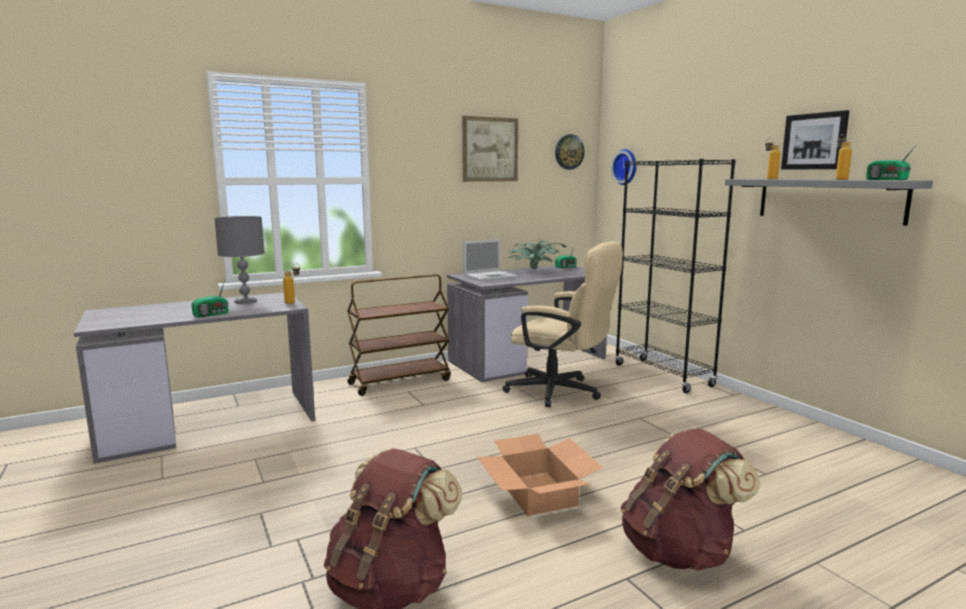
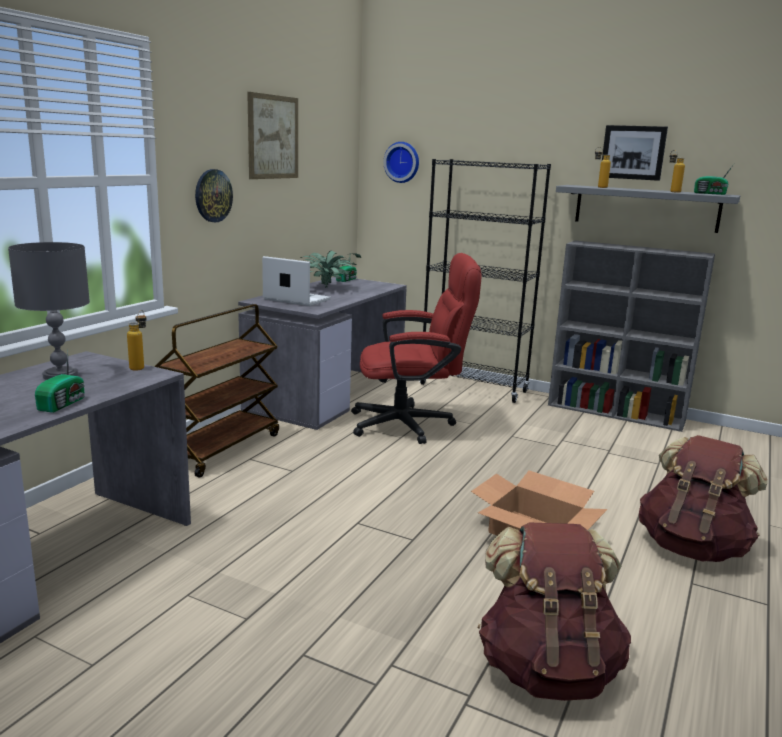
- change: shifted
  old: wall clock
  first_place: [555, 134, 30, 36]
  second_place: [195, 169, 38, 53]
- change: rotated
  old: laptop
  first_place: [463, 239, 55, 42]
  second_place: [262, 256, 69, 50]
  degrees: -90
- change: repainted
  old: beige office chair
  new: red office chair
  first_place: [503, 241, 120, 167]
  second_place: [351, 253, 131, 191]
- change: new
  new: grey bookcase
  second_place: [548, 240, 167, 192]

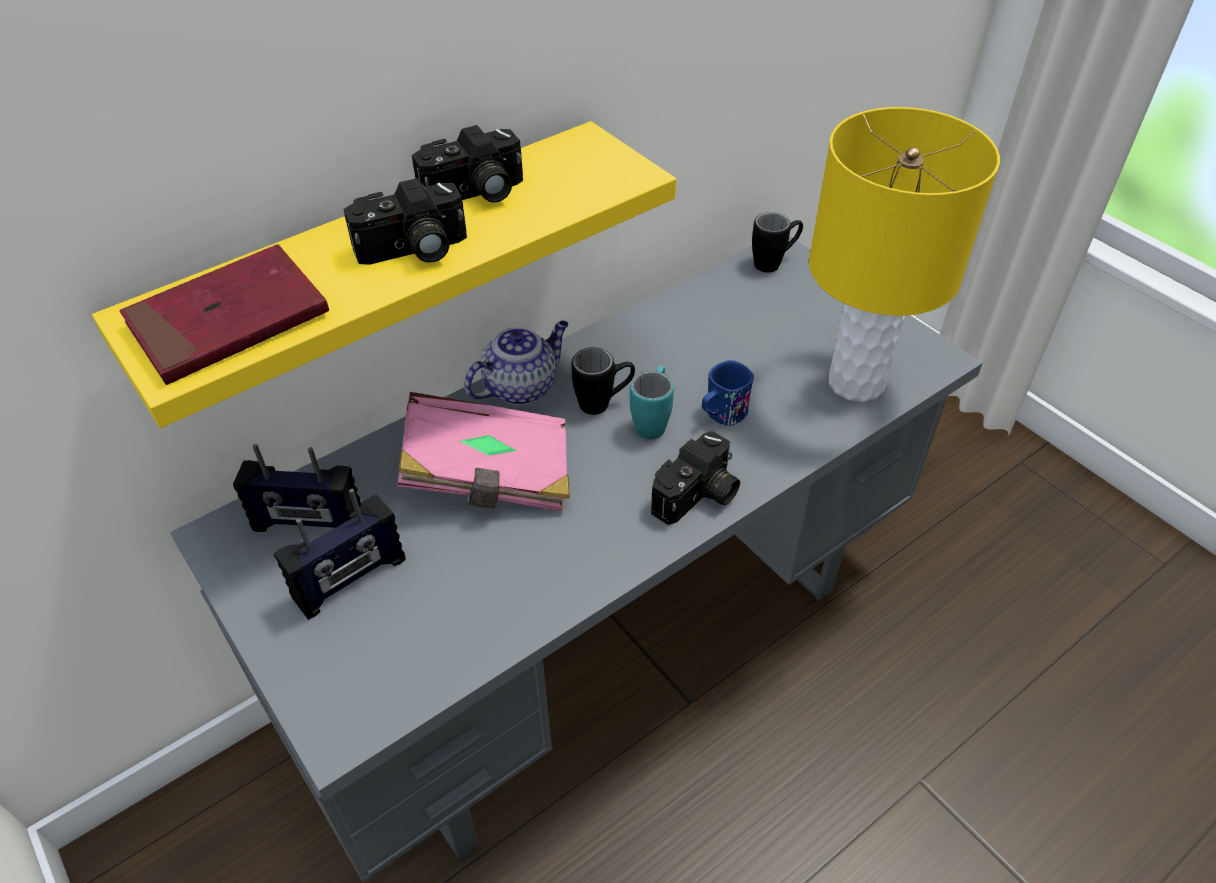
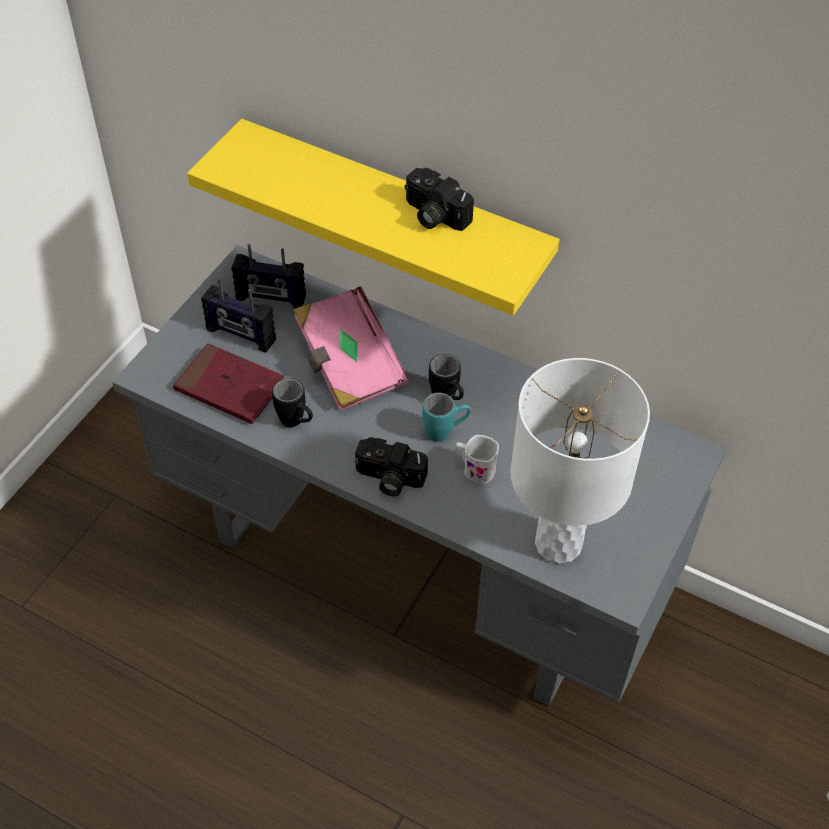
- change: repainted
  old: yellow table lamp
  new: white table lamp
  first_place: [809, 107, 191, 295]
  second_place: [510, 358, 140, 206]
- change: gone
  old: photo camera
  first_place: [344, 178, 123, 87]
- change: shifted
  old: black mug
  first_place: [752, 212, 51, 60]
  second_place: [272, 378, 41, 49]
- change: shifted
  old: red book
  first_place: [120, 244, 209, 141]
  second_place: [173, 343, 111, 81]
- change: gone
  old: teapot
  first_place: [465, 320, 104, 85]
- change: repainted
  old: blue mug
  new: white mug
  first_place: [702, 360, 52, 66]
  second_place: [455, 435, 44, 49]
- change: rotated
  old: radio
  first_place: [233, 444, 128, 88]
  second_place: [232, 244, 74, 64]
  degrees: -60

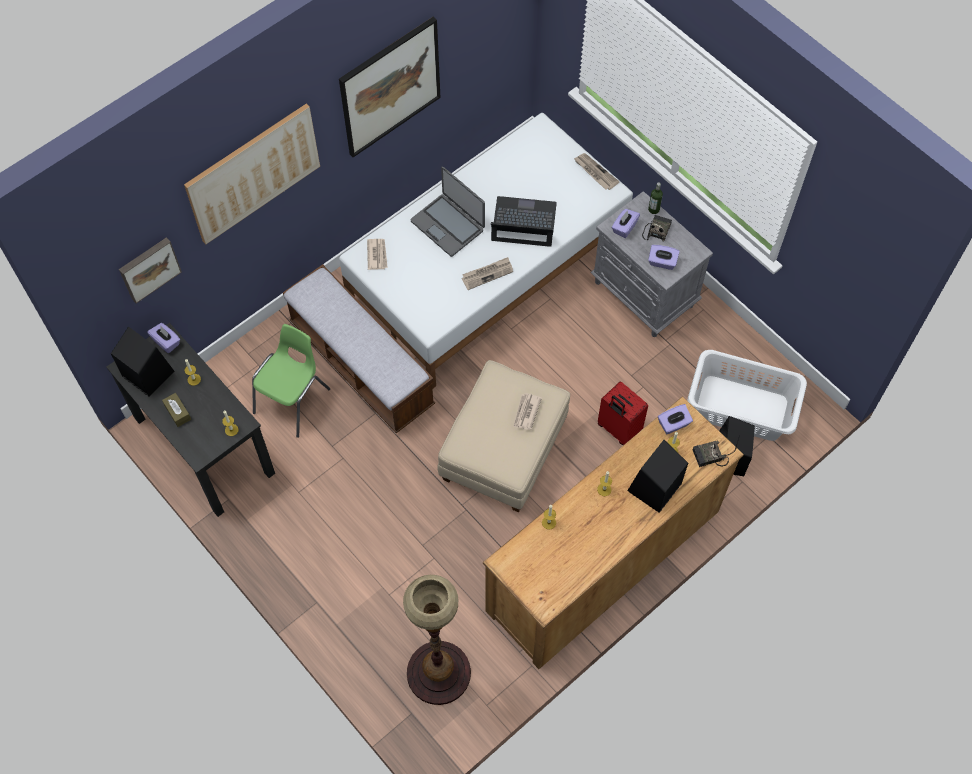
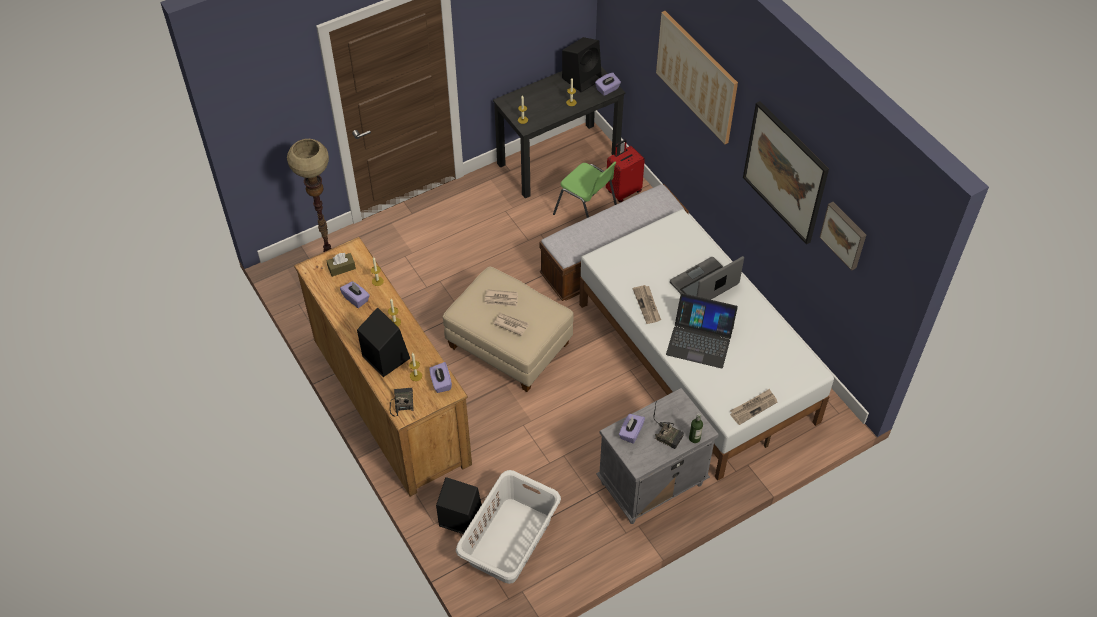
- change: rotated
  old: laptop
  first_place: [491, 196, 66, 51]
  second_place: [666, 293, 72, 75]
  degrees: 90
- change: shifted
  old: purple tissue box
  first_place: [612, 209, 28, 29]
  second_place: [340, 281, 30, 27]
- change: shifted
  old: picture
  first_place: [119, 237, 63, 66]
  second_place: [819, 202, 47, 69]
- change: shifted
  old: newspaper
  first_place: [367, 239, 21, 31]
  second_place: [484, 289, 34, 17]
- change: shifted
  old: red suitcase
  first_place: [598, 381, 50, 64]
  second_place: [606, 140, 39, 62]
- change: shifted
  old: brown tissue box
  first_place: [162, 393, 29, 34]
  second_place: [327, 253, 29, 24]

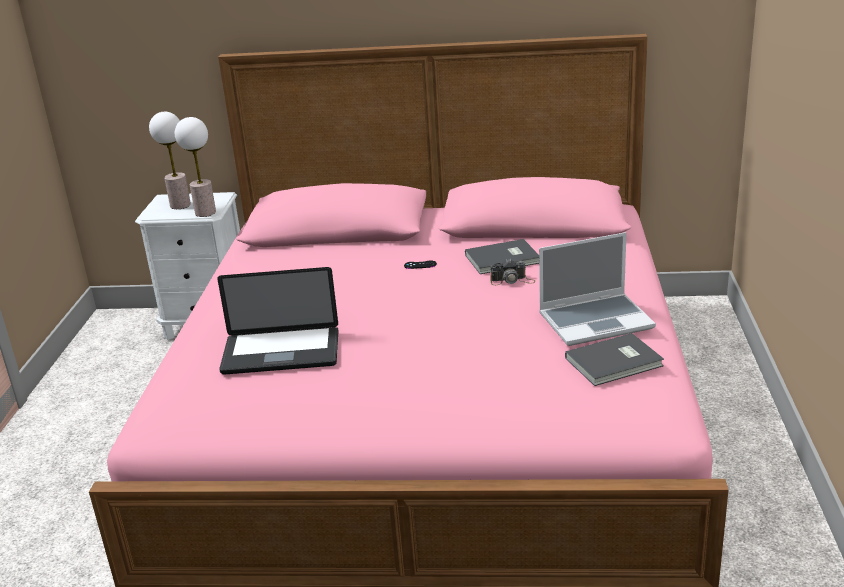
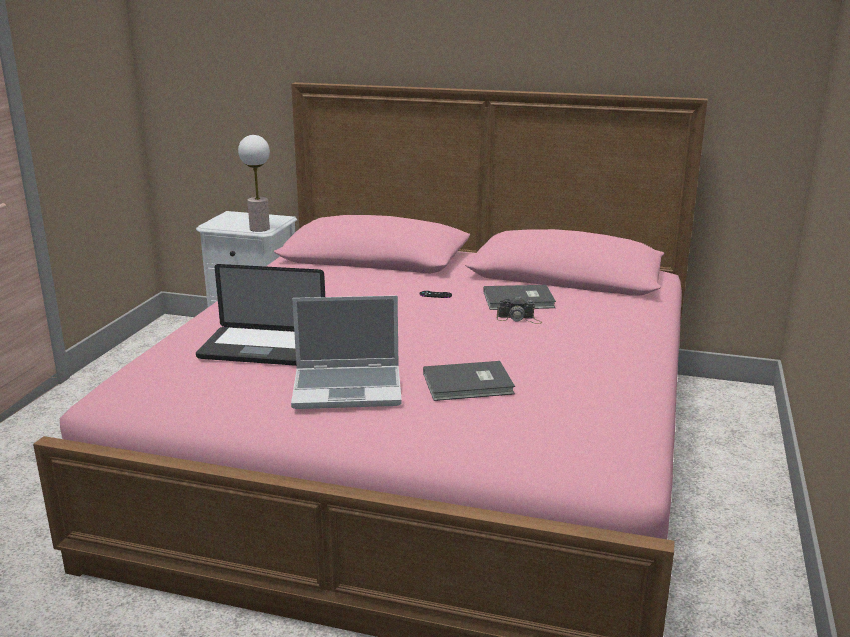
- change: gone
  old: table lamp
  first_place: [149, 112, 42, 97]
- change: shifted
  old: laptop
  first_place: [539, 232, 117, 114]
  second_place: [291, 295, 111, 114]
- change: shifted
  old: grey book
  first_place: [565, 333, 99, 53]
  second_place: [423, 361, 92, 40]

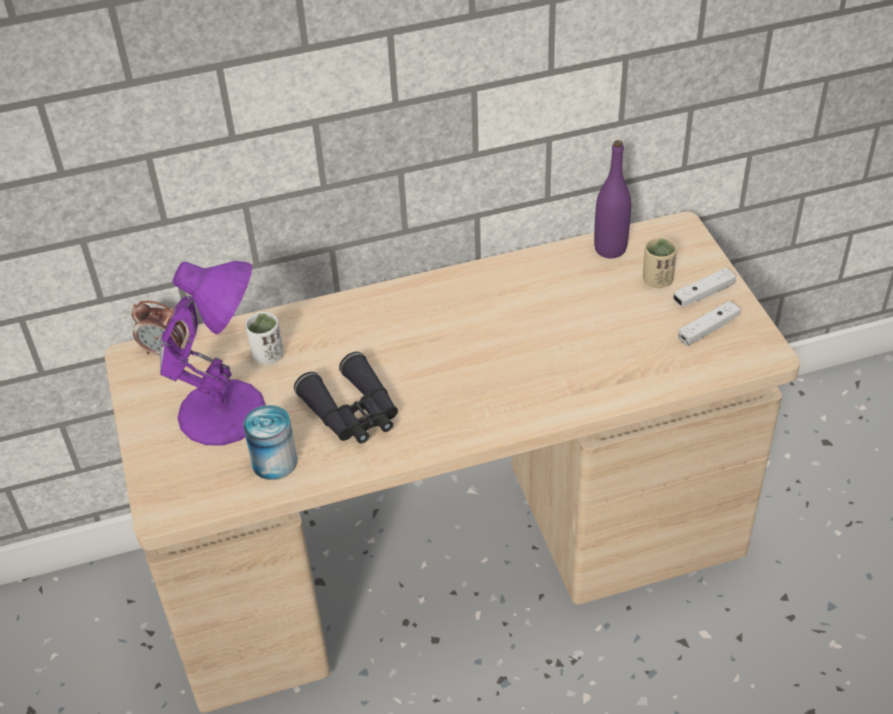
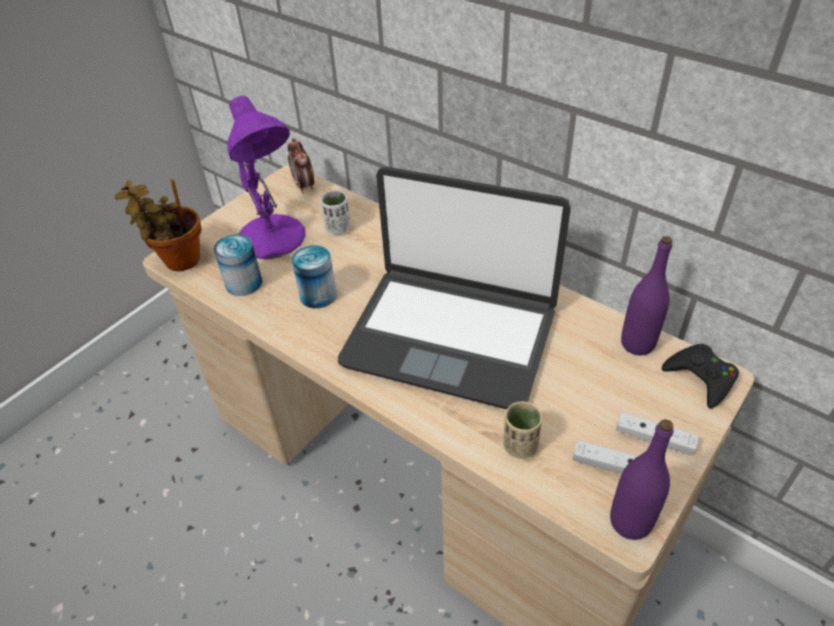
- change: shifted
  old: beige cup
  first_place: [643, 237, 34, 51]
  second_place: [503, 401, 39, 57]
- change: swapped
  old: black binoculars
  new: can
  first_place: [294, 352, 104, 92]
  second_place: [292, 245, 45, 63]
- change: new
  new: laptop
  second_place: [338, 167, 233, 242]
- change: new
  new: potted plant
  second_place: [115, 179, 87, 92]
- change: new
  new: black game controller
  second_place: [662, 344, 77, 65]
- change: new
  new: purple bottle
  second_place: [610, 419, 64, 121]

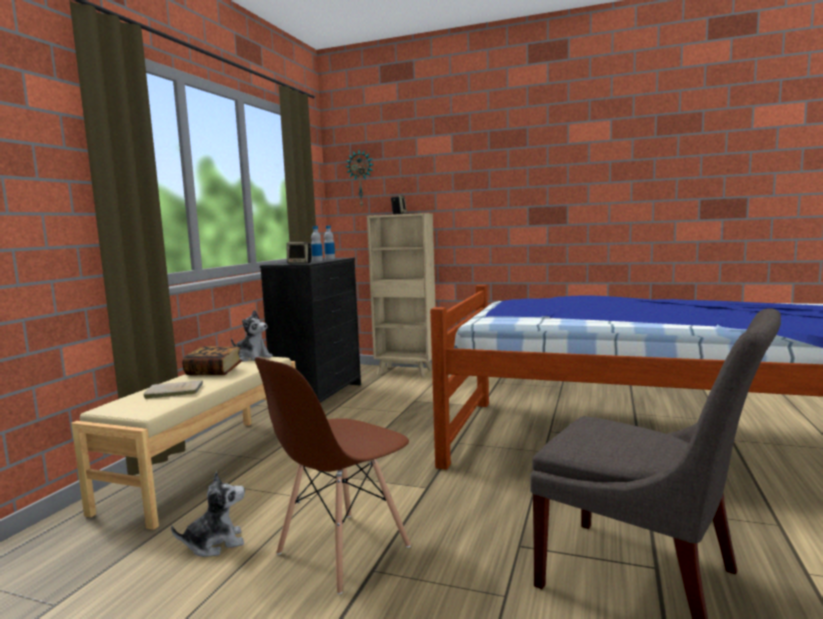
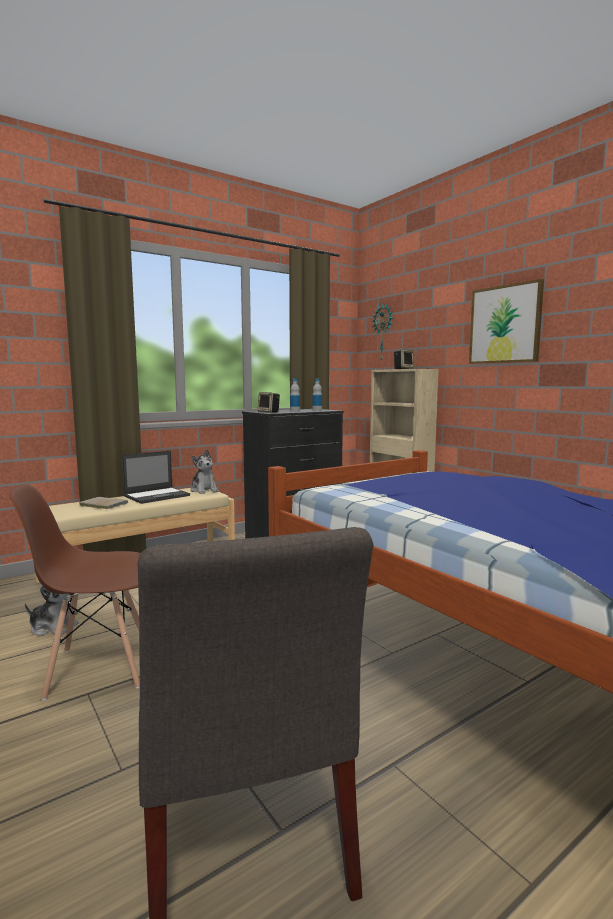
- change: swapped
  old: book
  new: laptop
  first_place: [182, 346, 61, 30]
  second_place: [122, 450, 68, 54]
- change: new
  new: picture
  second_place: [469, 279, 75, 85]

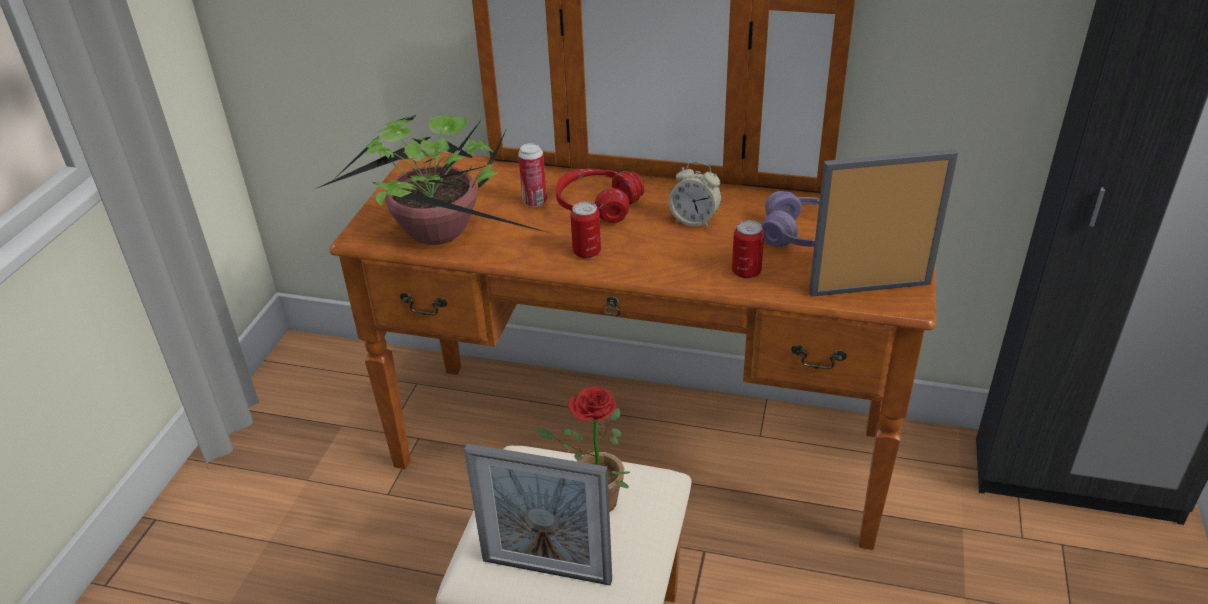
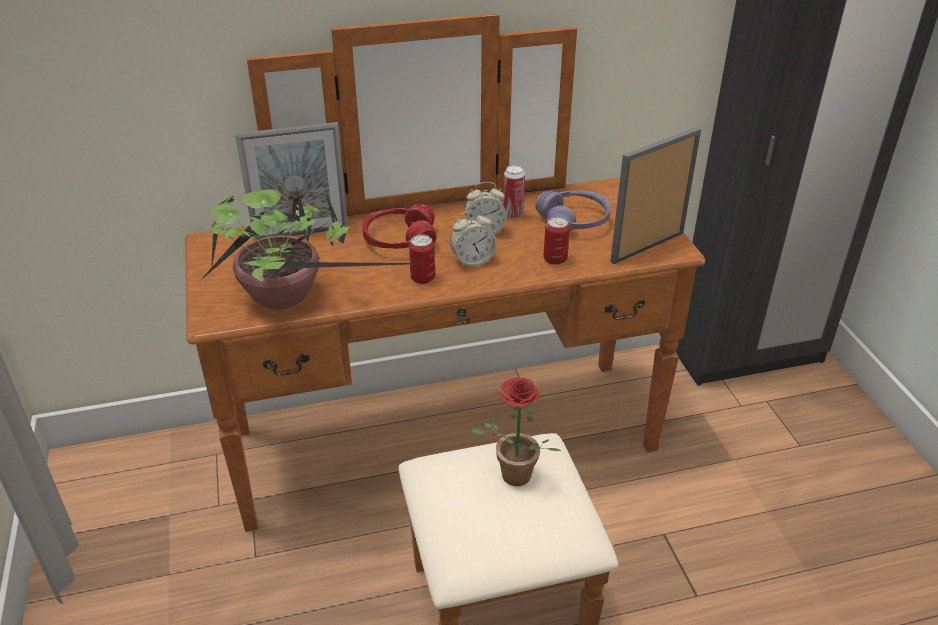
- change: shifted
  old: can
  first_place: [518, 143, 29, 64]
  second_place: [503, 165, 22, 54]
- change: shifted
  old: picture frame
  first_place: [464, 444, 148, 142]
  second_place: [235, 122, 113, 119]
- change: new
  new: alarm clock
  second_place: [450, 210, 47, 58]

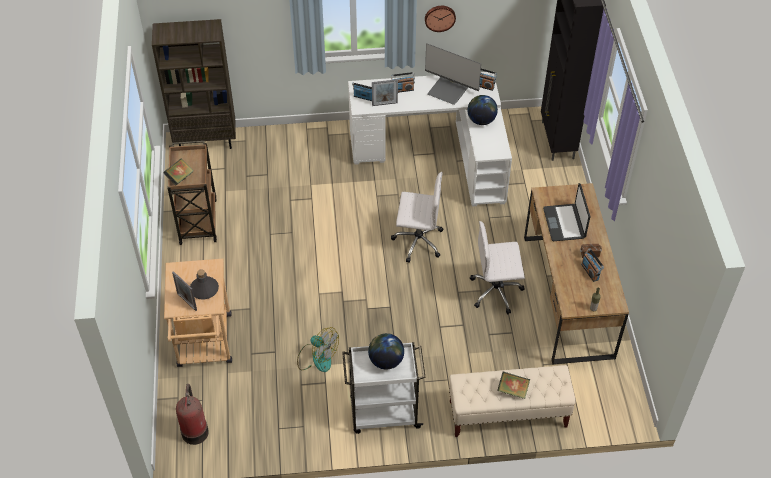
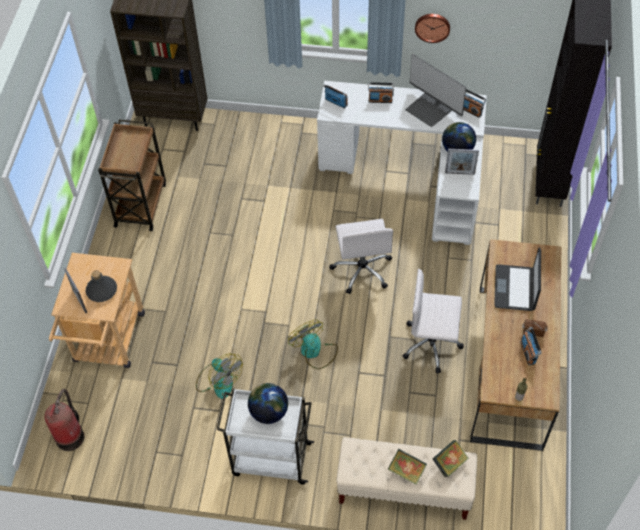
- change: shifted
  old: picture frame
  first_place: [372, 79, 26, 27]
  second_place: [445, 149, 34, 26]
- change: shifted
  old: book
  first_place: [164, 158, 30, 27]
  second_place: [433, 440, 36, 37]
- change: rotated
  old: white office chair
  first_place: [391, 172, 52, 91]
  second_place: [329, 219, 64, 75]
  degrees: 60
- change: new
  new: fan
  second_place: [288, 320, 50, 49]

